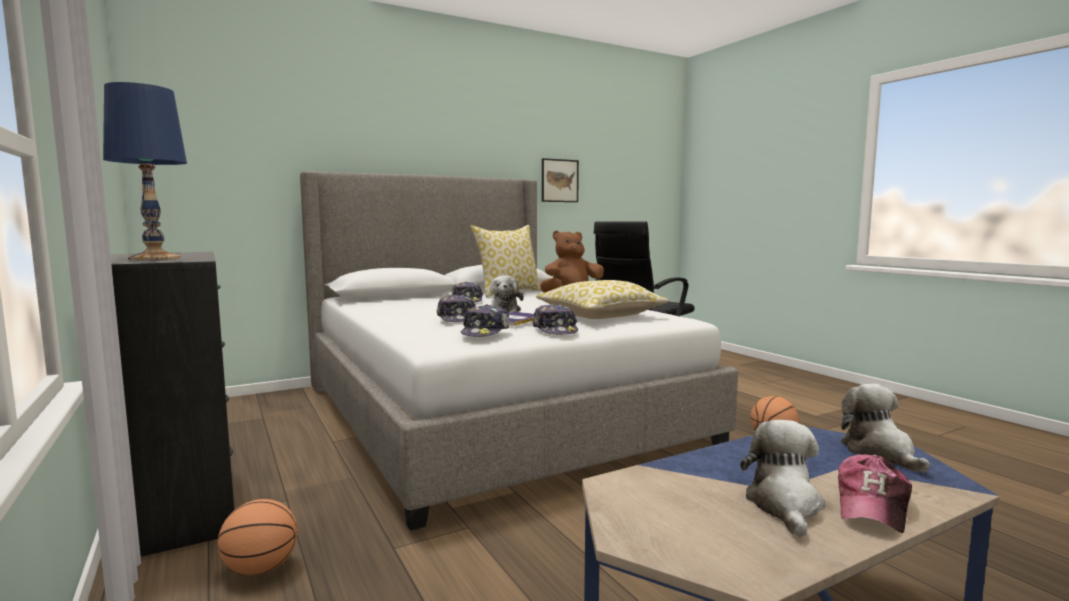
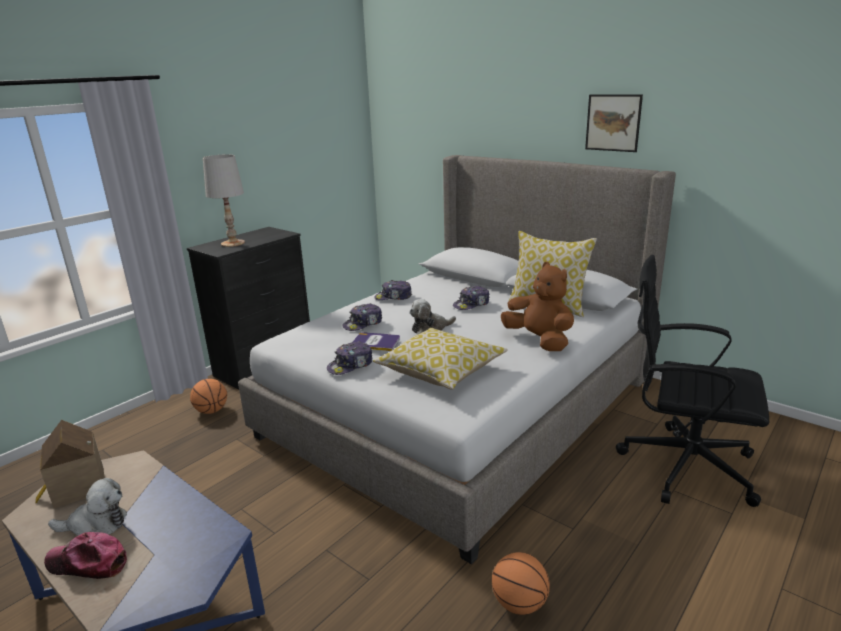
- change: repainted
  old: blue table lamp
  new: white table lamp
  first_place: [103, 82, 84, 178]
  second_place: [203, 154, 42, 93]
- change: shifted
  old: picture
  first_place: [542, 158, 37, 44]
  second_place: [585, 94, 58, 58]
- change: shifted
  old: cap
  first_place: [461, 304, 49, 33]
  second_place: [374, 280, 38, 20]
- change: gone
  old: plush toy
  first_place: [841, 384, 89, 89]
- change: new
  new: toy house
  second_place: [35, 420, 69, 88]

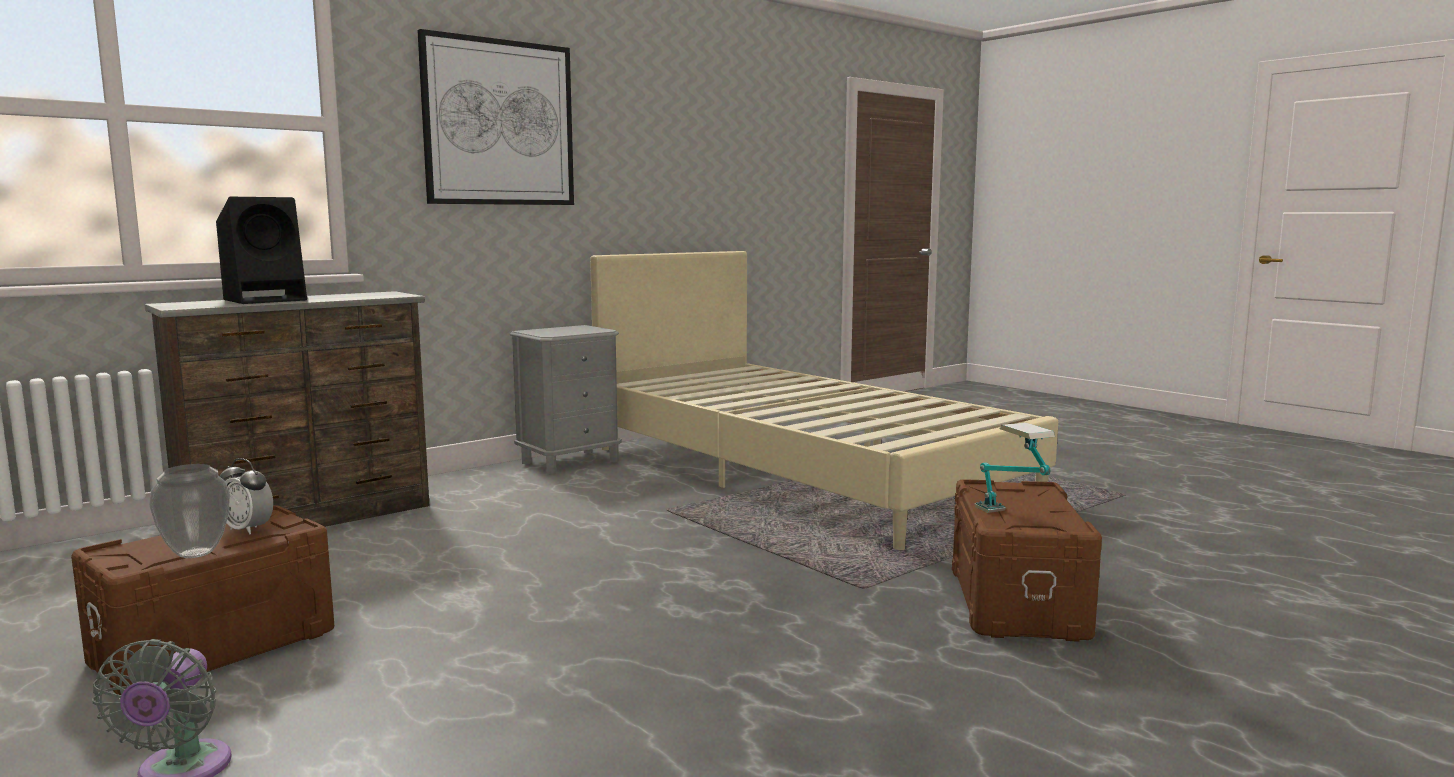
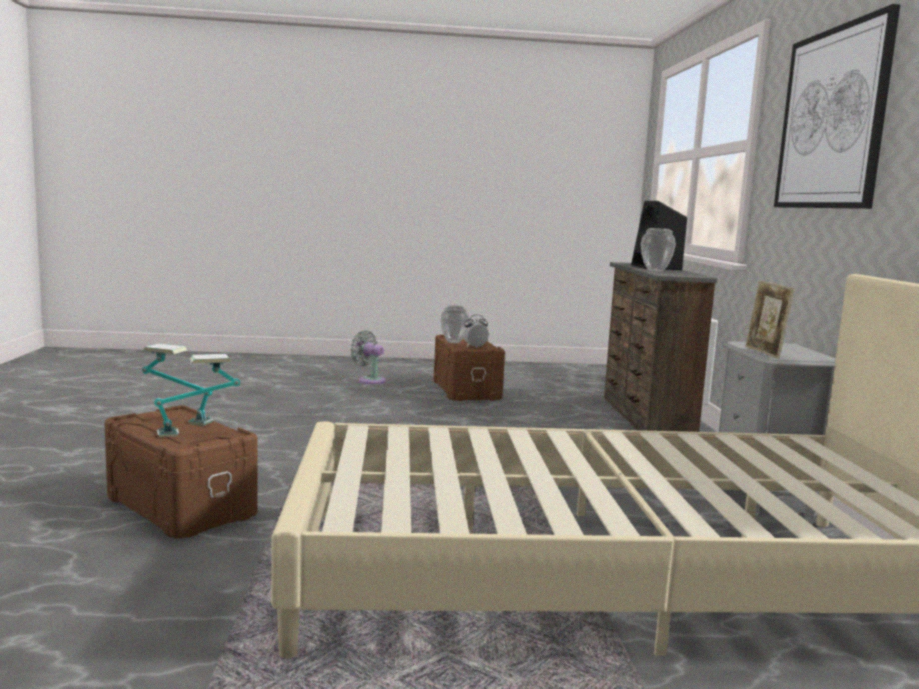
- change: new
  new: vase
  second_place: [641, 228, 35, 44]
- change: new
  new: picture frame
  second_place: [745, 280, 50, 79]
- change: new
  new: table lamp
  second_place: [154, 354, 86, 83]

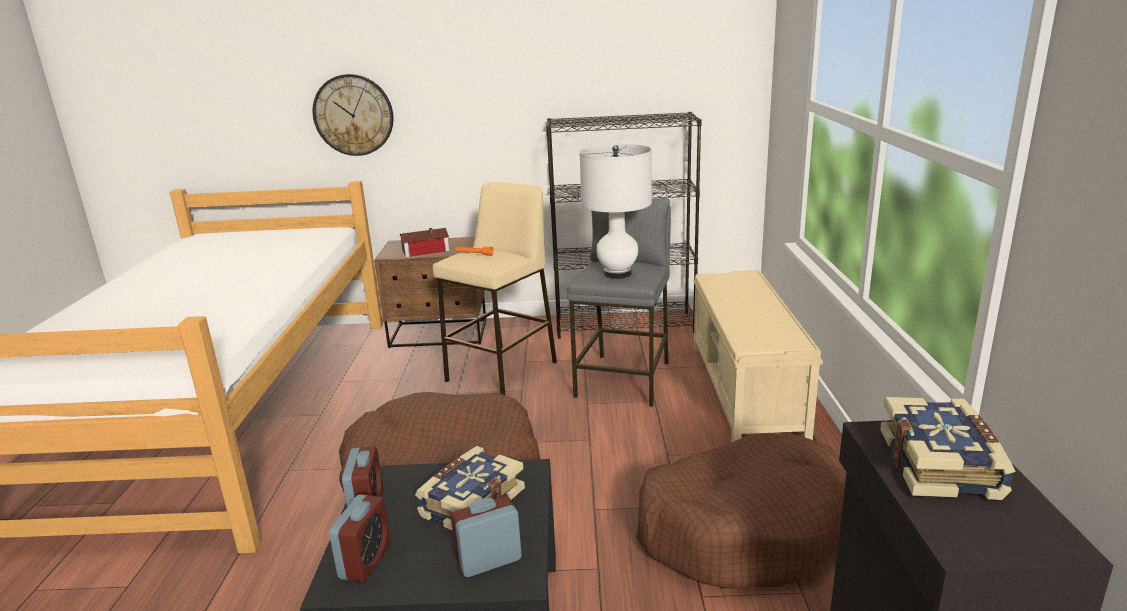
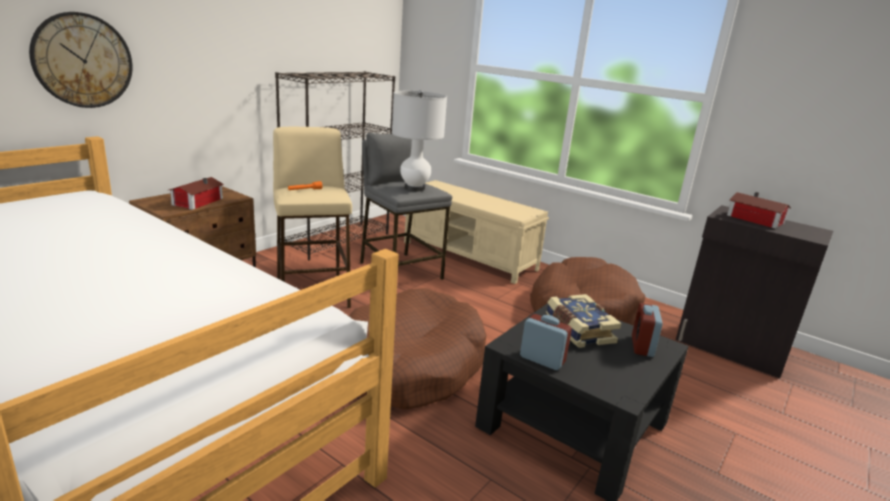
- change: swapped
  old: book
  new: toy house
  first_place: [880, 397, 136, 103]
  second_place: [727, 192, 64, 37]
- change: gone
  old: alarm clock
  first_place: [329, 494, 62, 89]

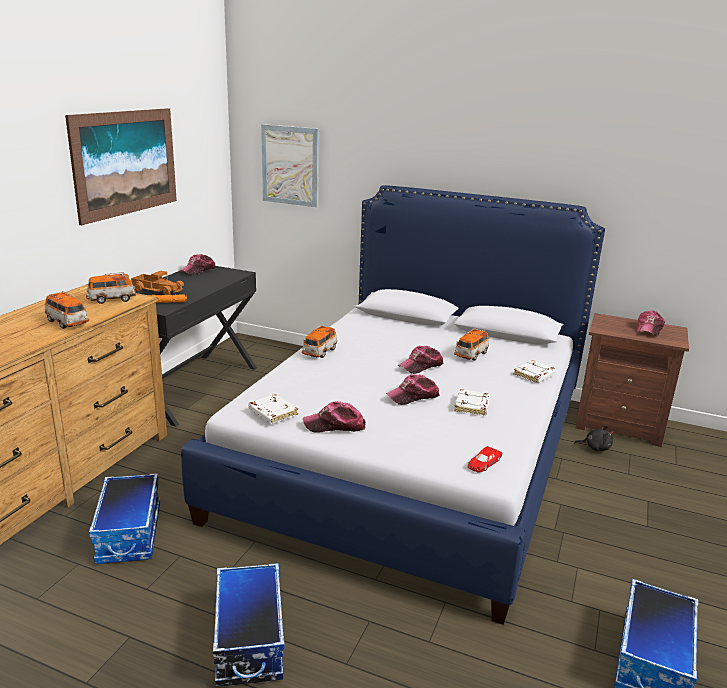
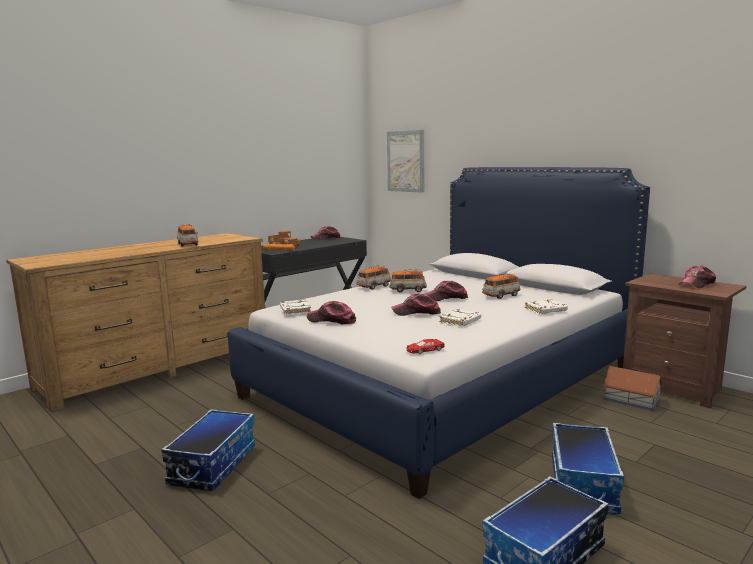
- change: gone
  old: picture
  first_place: [65, 108, 112, 117]
- change: shifted
  old: toy car
  first_place: [86, 272, 50, 32]
  second_place: [389, 269, 38, 23]
- change: swapped
  old: black plush toy
  new: toy house
  first_place: [574, 426, 40, 25]
  second_place: [603, 366, 60, 45]
- change: shifted
  old: storage box
  first_place: [89, 473, 71, 91]
  second_place: [552, 423, 72, 92]

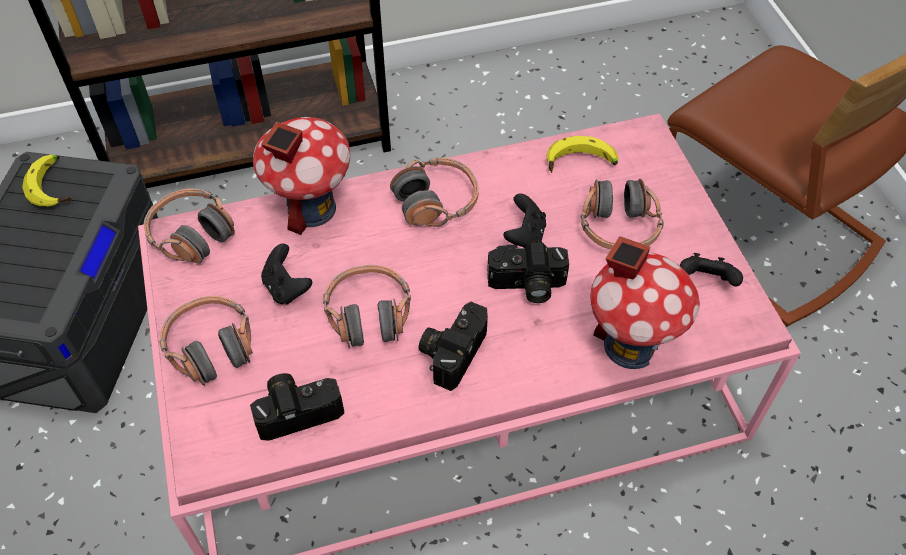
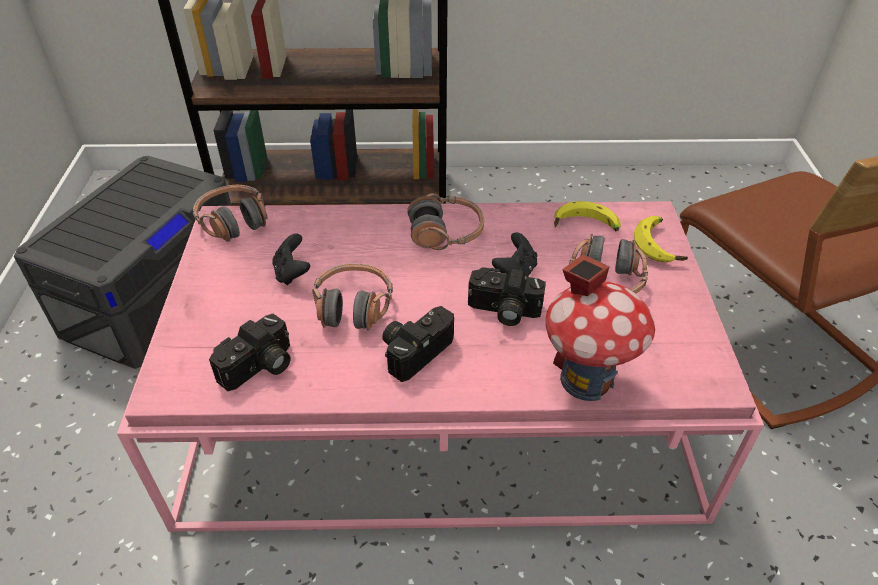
- change: gone
  old: toy house
  first_place: [253, 117, 97, 118]
- change: shifted
  old: banana
  first_place: [22, 155, 50, 52]
  second_place: [634, 216, 54, 46]
- change: gone
  old: black game controller
  first_place: [680, 253, 63, 34]
- change: gone
  old: headphones
  first_place: [159, 296, 94, 90]
- change: rotated
  old: photo camera
  first_place: [250, 373, 94, 68]
  second_place: [209, 314, 81, 77]
  degrees: 135

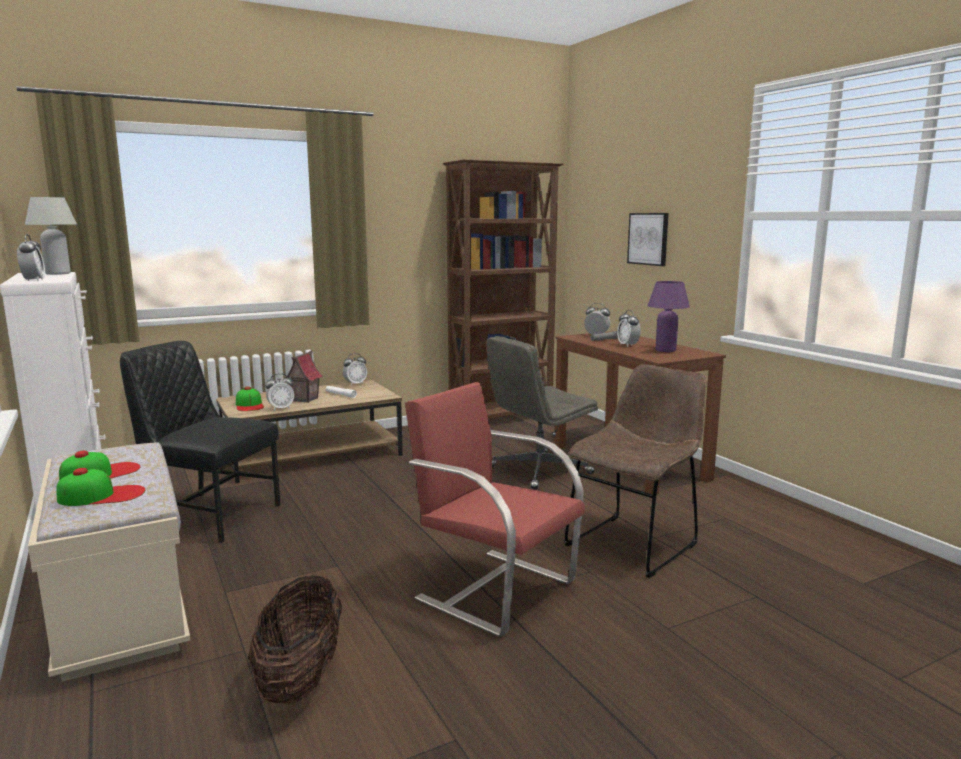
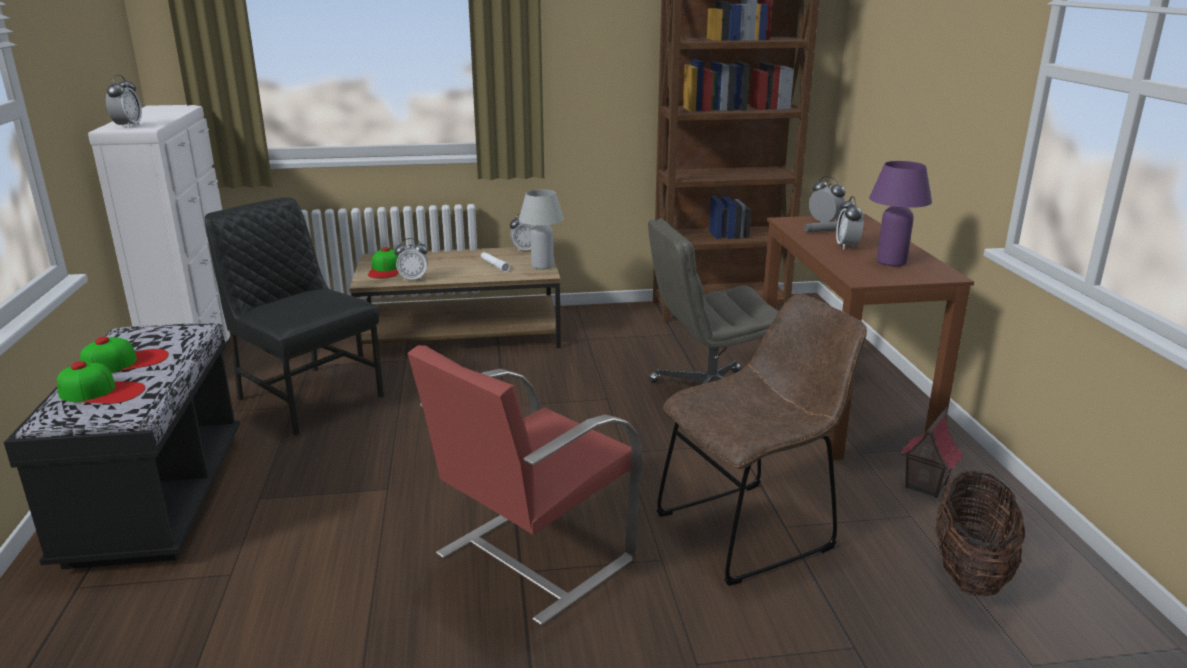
- change: shifted
  old: white table lamp
  first_place: [25, 197, 52, 78]
  second_place: [519, 189, 45, 81]
- change: gone
  old: picture
  first_place: [627, 213, 42, 53]
- change: shifted
  old: toy house
  first_place: [286, 350, 37, 53]
  second_place: [900, 407, 63, 91]
- change: rotated
  old: red chair
  first_place: [405, 382, 180, 255]
  second_place: [407, 345, 235, 281]
  degrees: -105
- change: repainted
  old: beige bench
  new: black bench
  first_place: [28, 443, 162, 239]
  second_place: [4, 323, 236, 246]
- change: shifted
  old: basket
  first_place: [248, 575, 94, 129]
  second_place: [935, 470, 90, 126]

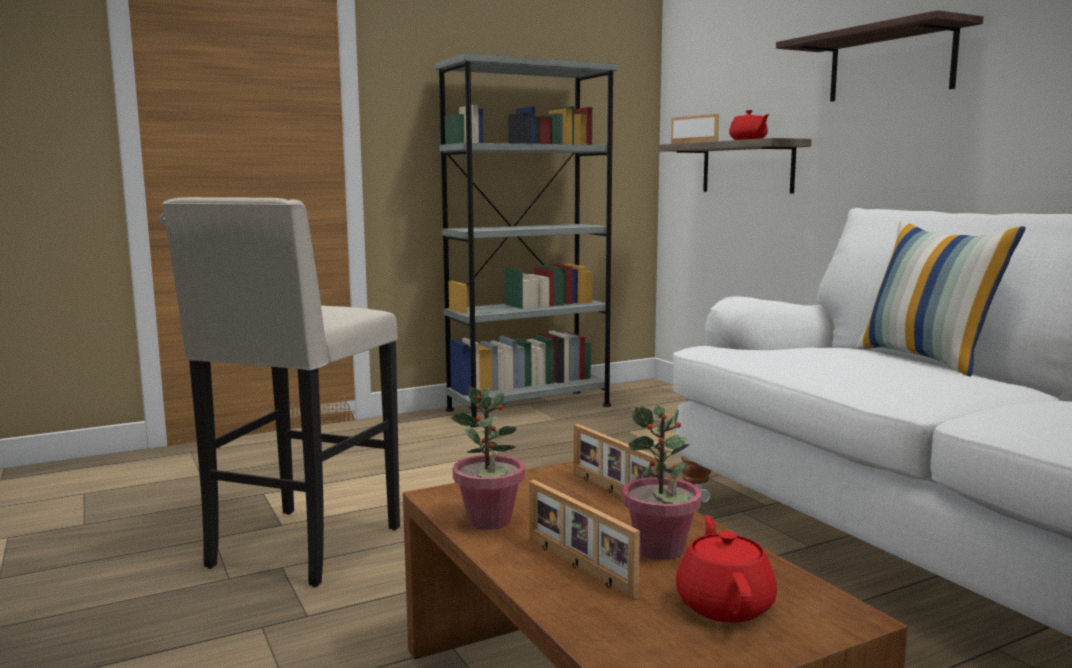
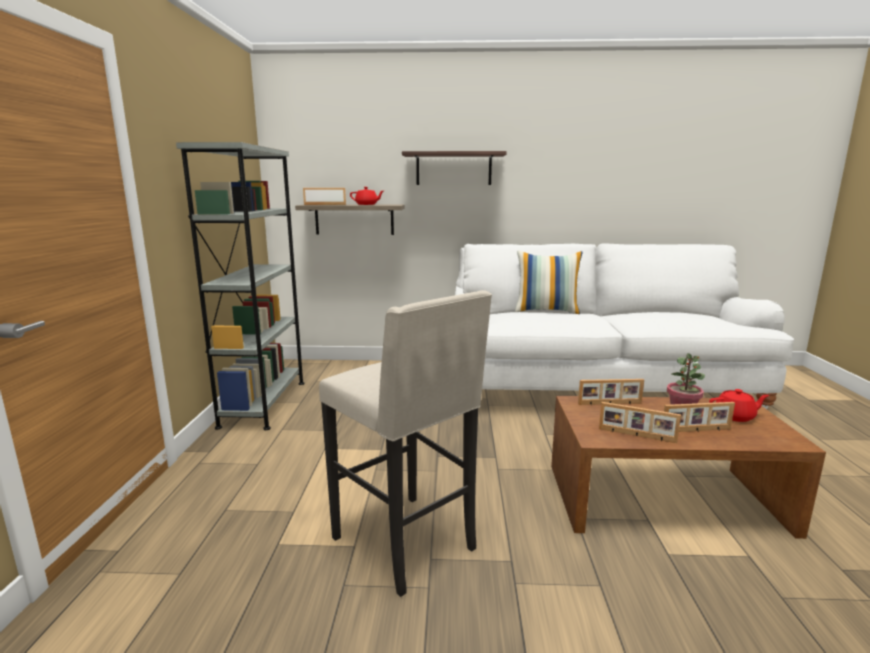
- change: swapped
  old: potted plant
  new: picture frame
  first_place: [451, 387, 74, 143]
  second_place: [599, 402, 82, 41]
- change: rotated
  old: red teapot
  first_place: [676, 515, 101, 108]
  second_place: [709, 389, 60, 33]
  degrees: 150

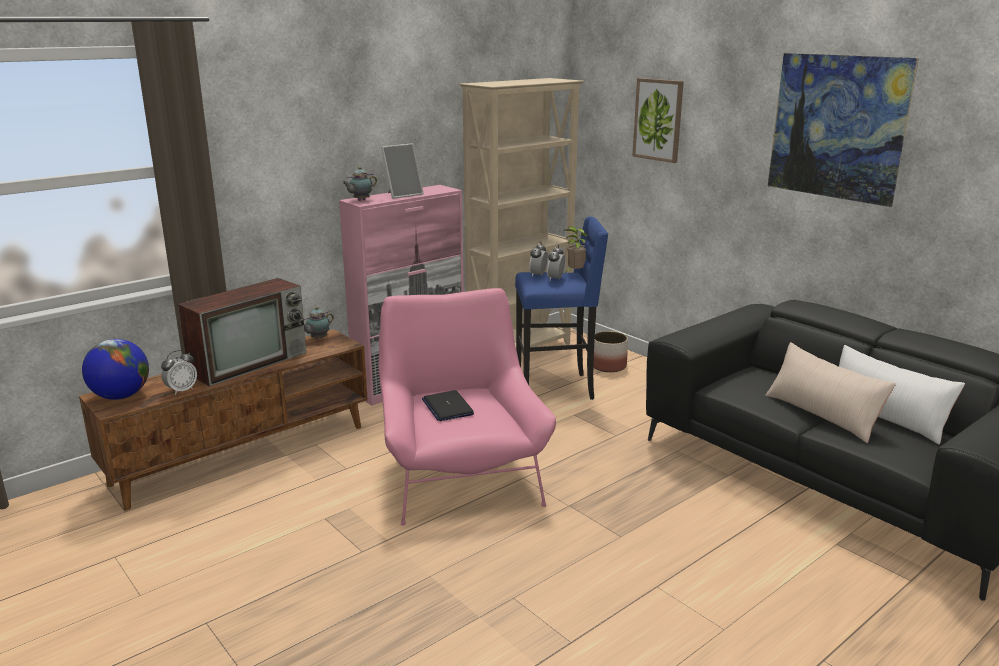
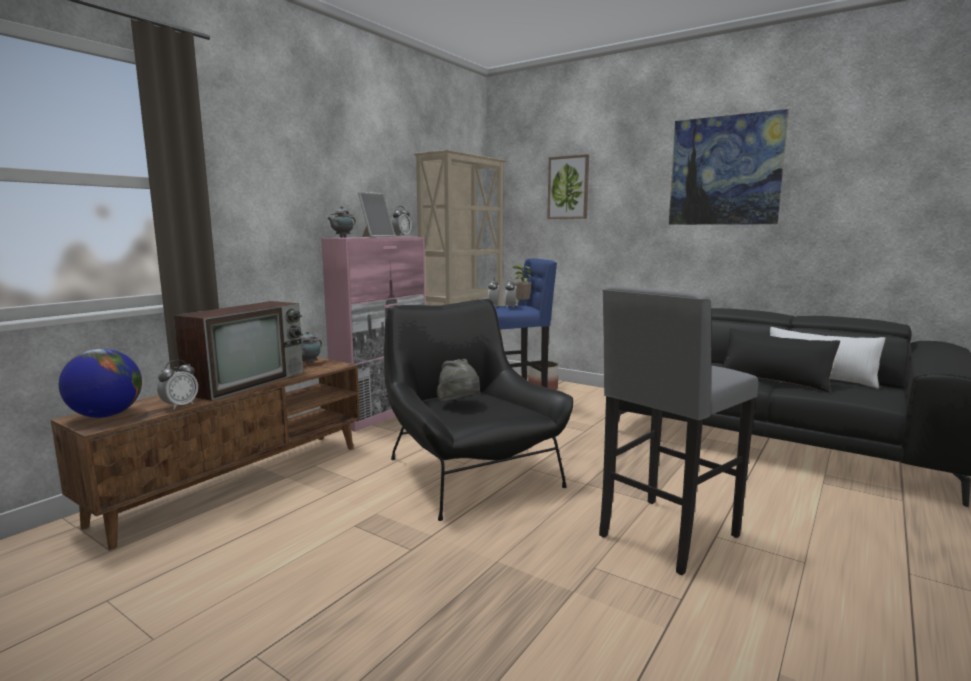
- change: repainted
  old: pink armchair
  new: black armchair
  first_place: [379, 288, 177, 238]
  second_place: [384, 299, 189, 222]
- change: repainted
  old: beige pillow
  new: black pillow
  first_place: [765, 342, 131, 101]
  second_place: [722, 328, 118, 65]
- change: swapped
  old: laptop
  new: grey hat
  first_place: [422, 390, 52, 31]
  second_place: [437, 359, 43, 42]
- change: new
  new: alarm clock
  second_place: [391, 206, 20, 30]
- change: new
  new: grey stool
  second_place: [599, 286, 159, 289]

